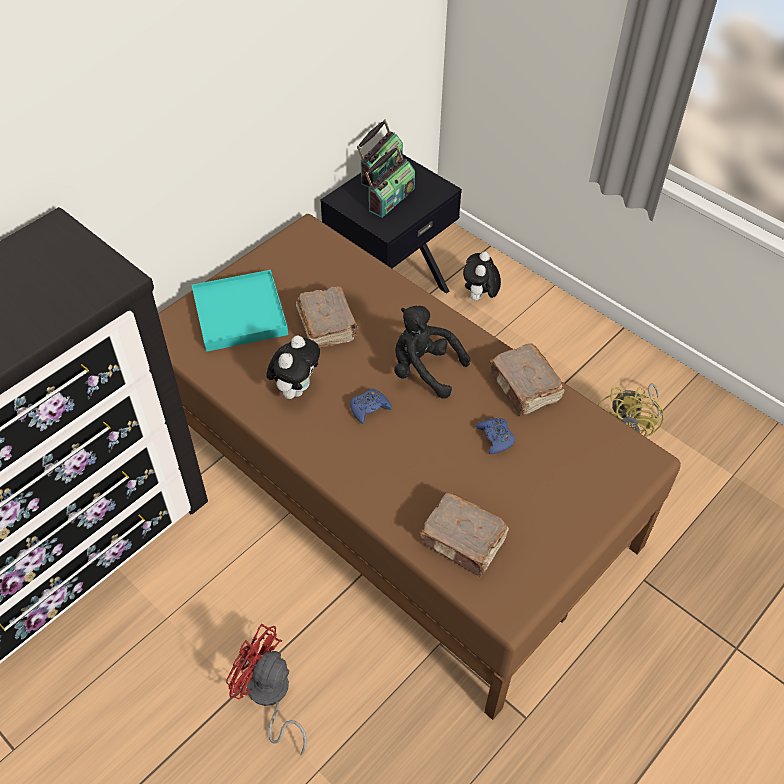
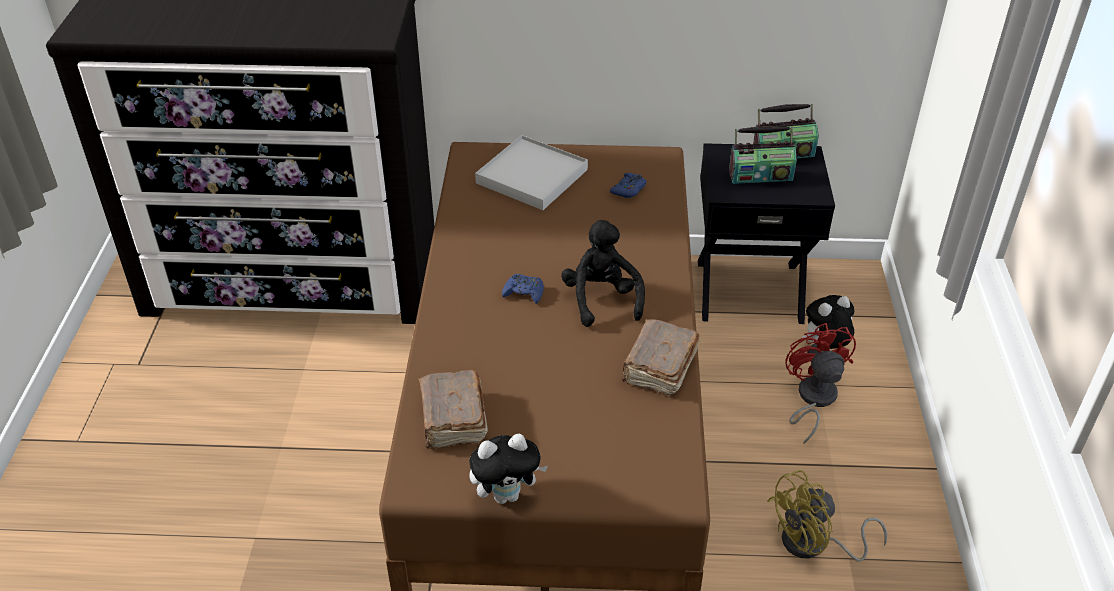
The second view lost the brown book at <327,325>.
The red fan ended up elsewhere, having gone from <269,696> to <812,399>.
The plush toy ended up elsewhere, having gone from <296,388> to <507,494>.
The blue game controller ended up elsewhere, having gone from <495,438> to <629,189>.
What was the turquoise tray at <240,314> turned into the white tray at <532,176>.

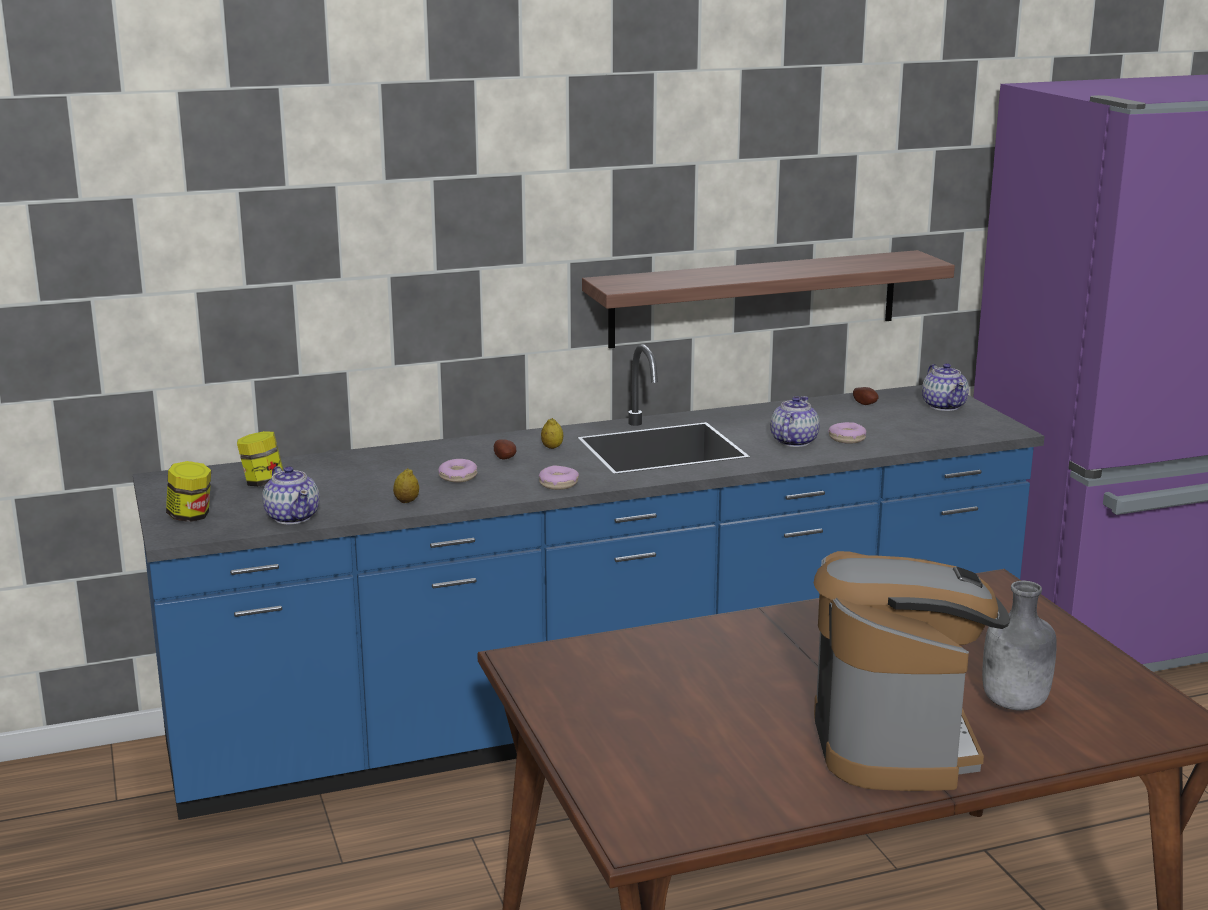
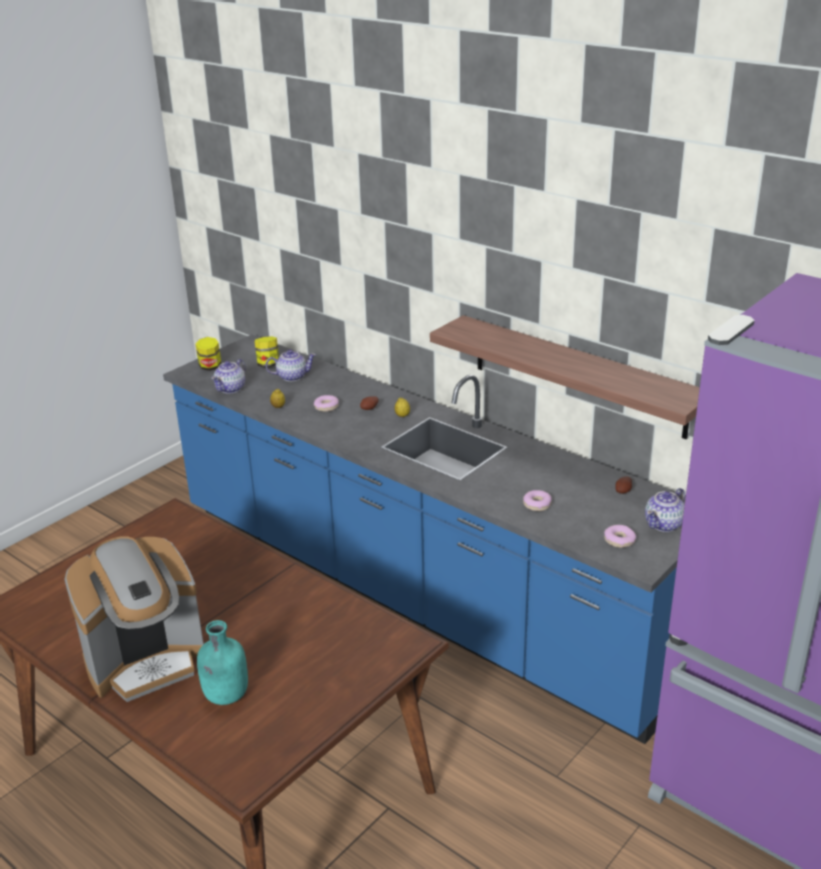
The donut ended up elsewhere, having gone from <559,484> to <619,540>.
The teapot ended up elsewhere, having gone from <793,441> to <291,376>.
What was the grey bottle at <1015,704> turned into the turquoise bottle at <225,696>.

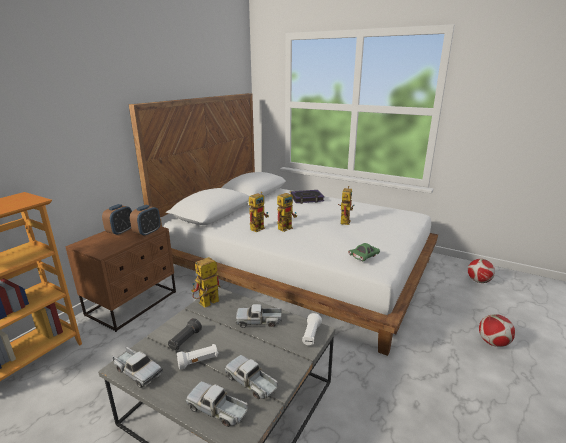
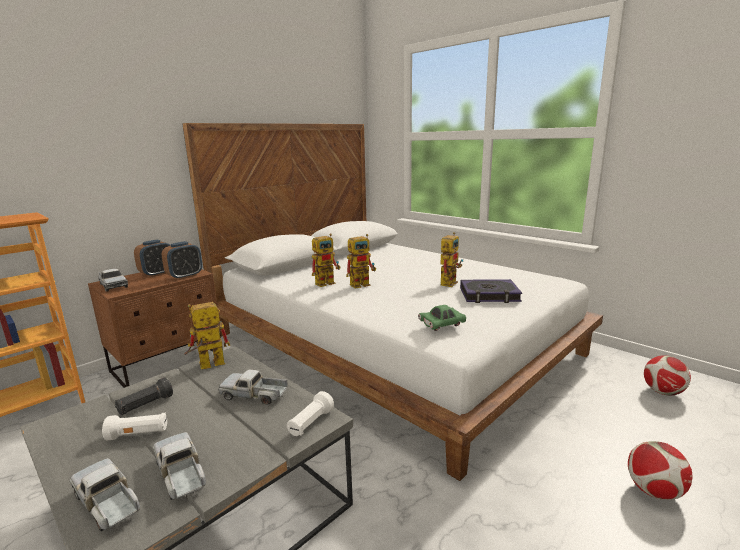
The toy truck ended up elsewhere, having gone from <137,371> to <113,285>.
The book ended up elsewhere, having gone from <307,199> to <489,295>.

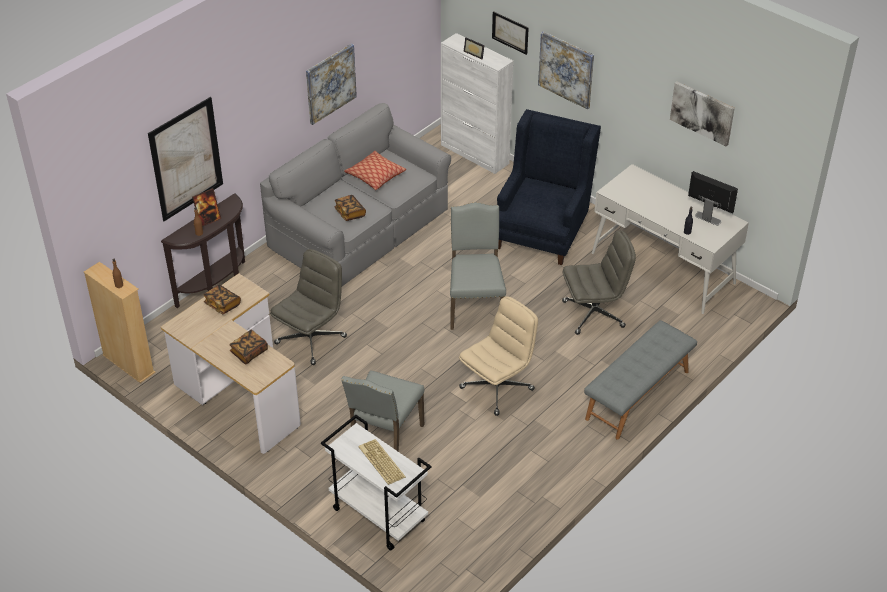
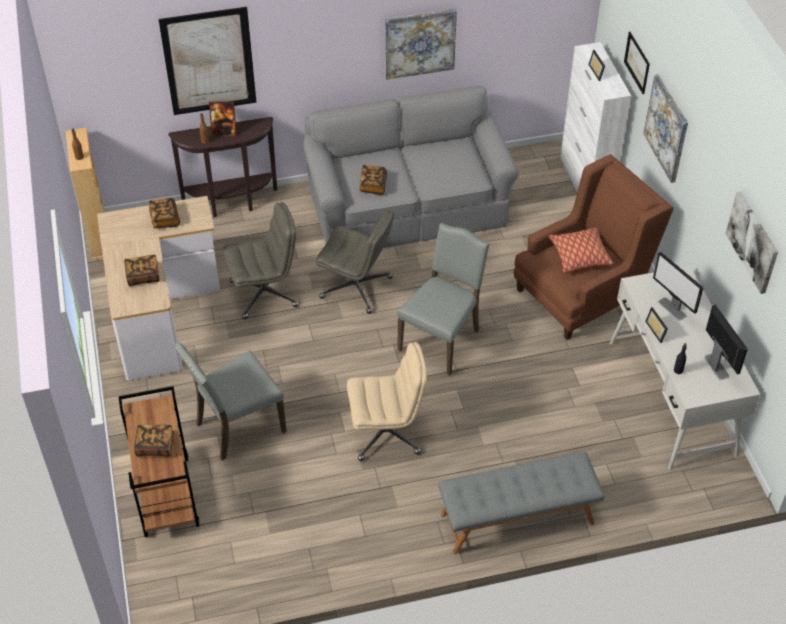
The second view gained the picture frame at <657,330>.
The second view gained the monitor at <672,309>.
The pillow ended up elsewhere, having gone from <375,176> to <579,256>.
The grey office chair ended up elsewhere, having gone from <594,314> to <357,288>.
Where the keyboard stood at <380,462>, the book came to stand at <155,446>.
What was the white cart at <377,515> turned into the brown cart at <166,495>.
What was the blue armchair at <542,229> turned into the brown armchair at <582,293>.

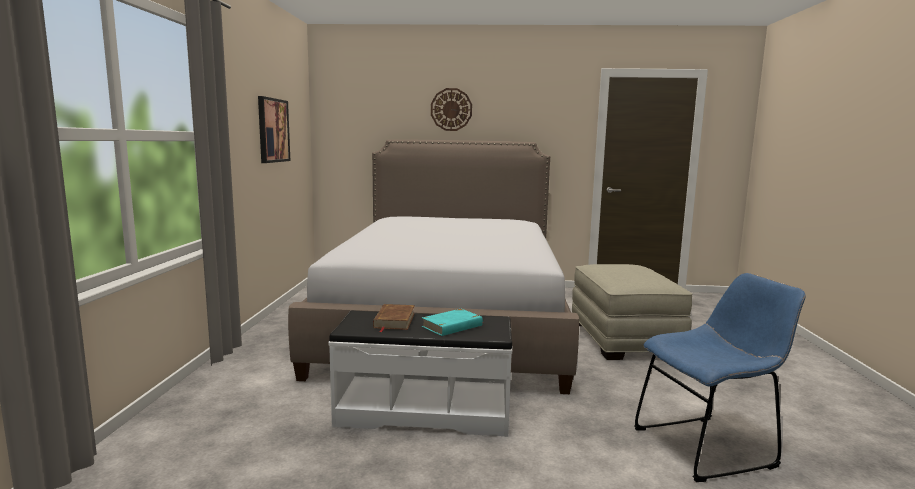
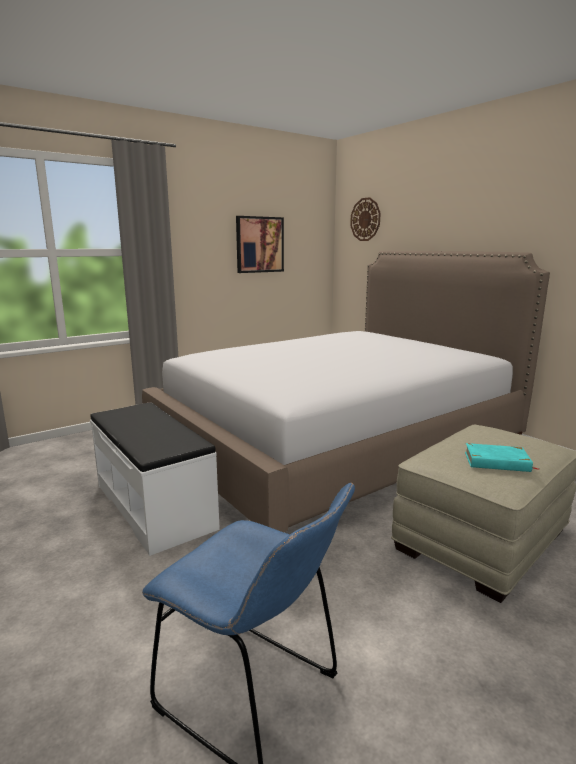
The second view lost the brown book at <394,321>.
The turquoise book ended up elsewhere, having gone from <452,326> to <497,462>.
The wall clock ended up elsewhere, having gone from <451,109> to <365,219>.

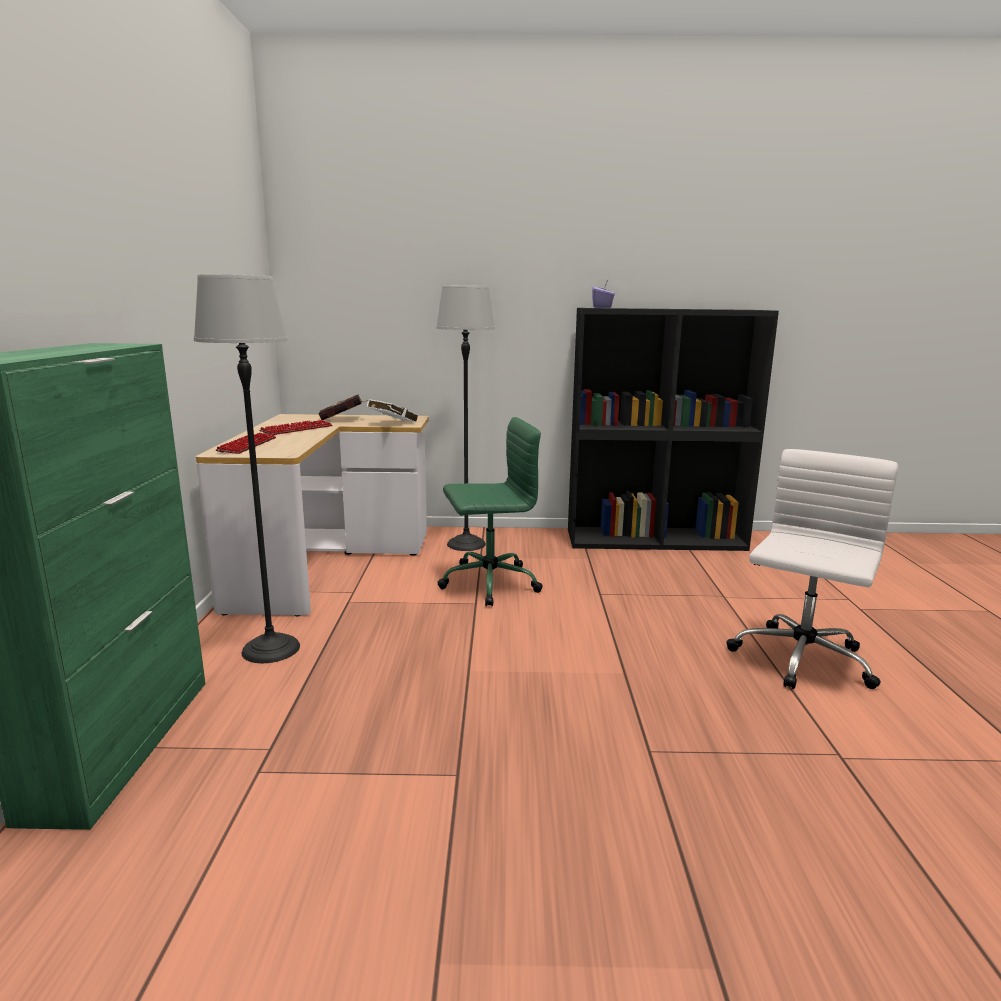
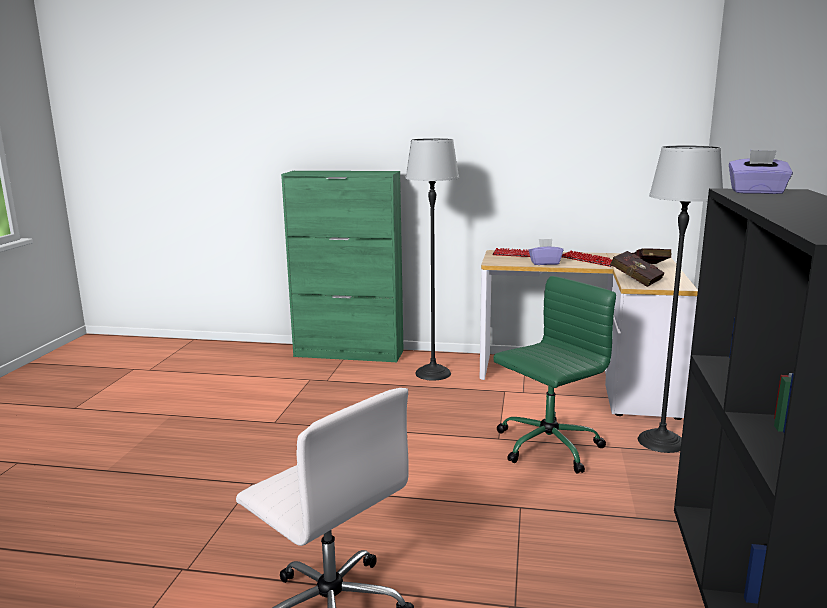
The second view gained the purple tissue box at <545,263>.
What was the white book at <391,423> turned into the red book at <634,280>.
The green office chair at <488,583> ended up facing another way, 120 degrees counterclockwise from before.

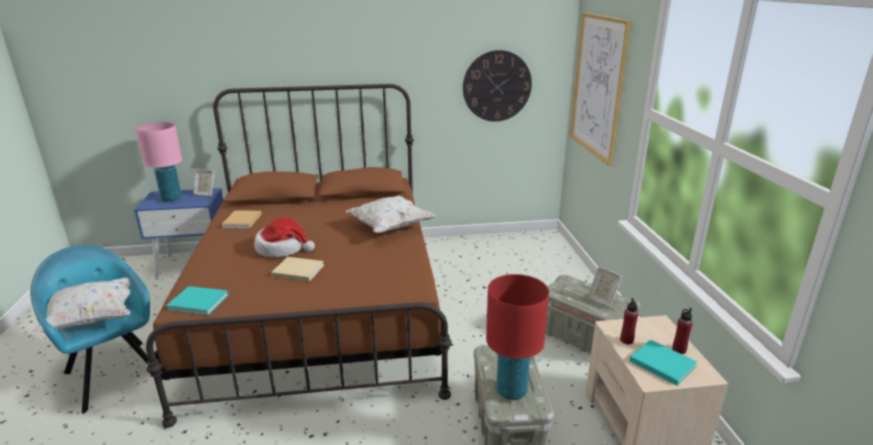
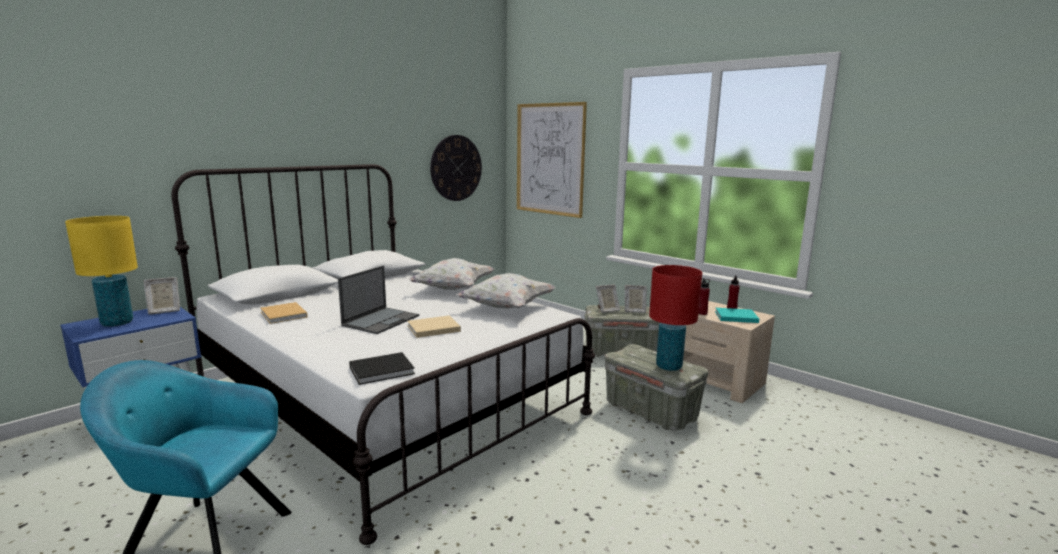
The second view gained the picture frame at <607,310>.
The white pillow ended up elsewhere, having gone from <92,318> to <507,307>.
Where the hat stood at <282,248>, the laptop came to stand at <381,320>.
What was the pink table lamp at <171,198> turned into the yellow table lamp at <117,323>.
What was the brown bed at <321,309> turned into the white bed at <387,400>.
What was the turquoise book at <200,302> turned into the black book at <383,370>.

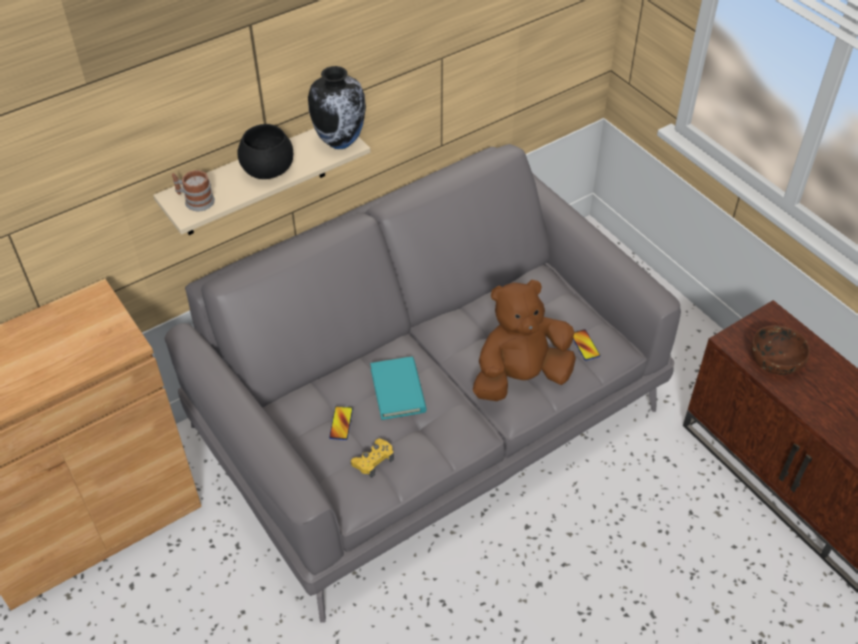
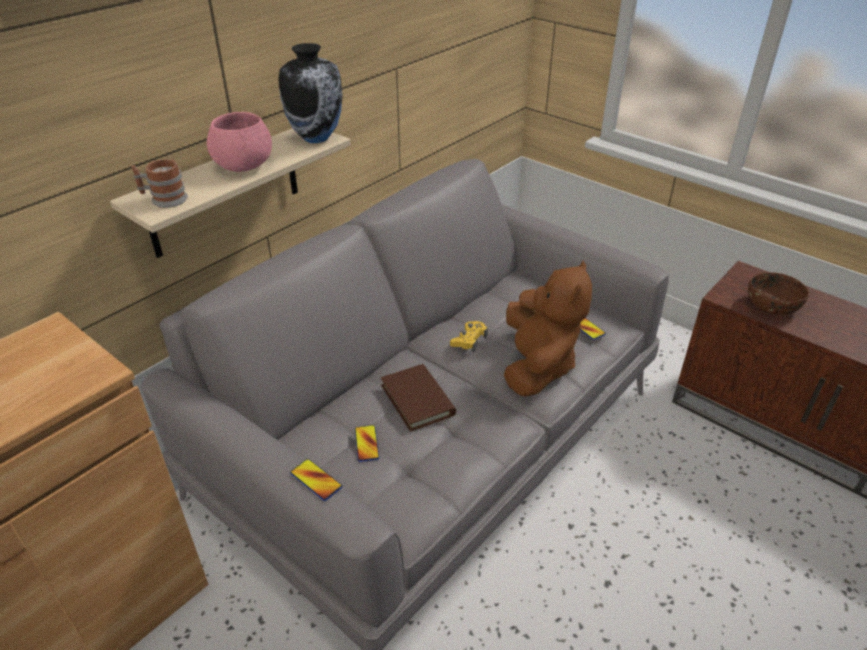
The second view gained the phone at <316,480>.
The yellow game controller ended up elsewhere, having gone from <373,460> to <469,340>.
What was the black bowl at <269,170> turned into the pink bowl at <244,166>.
What was the turquoise book at <398,390> turned into the brown book at <417,400>.
The brown plush toy at <520,377> ended up facing another way, 135 degrees clockwise from before.

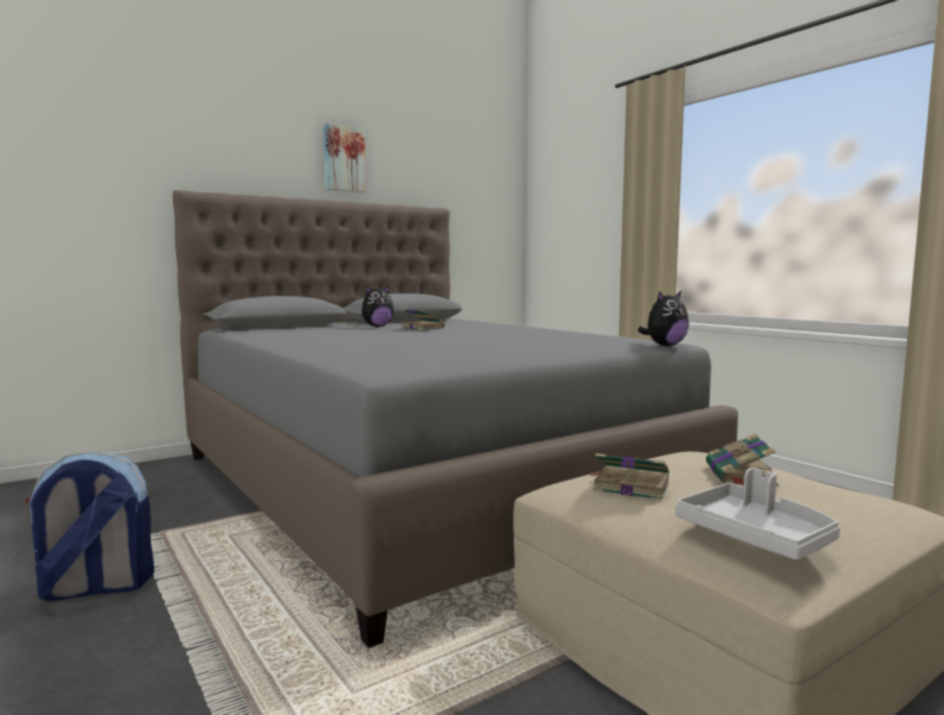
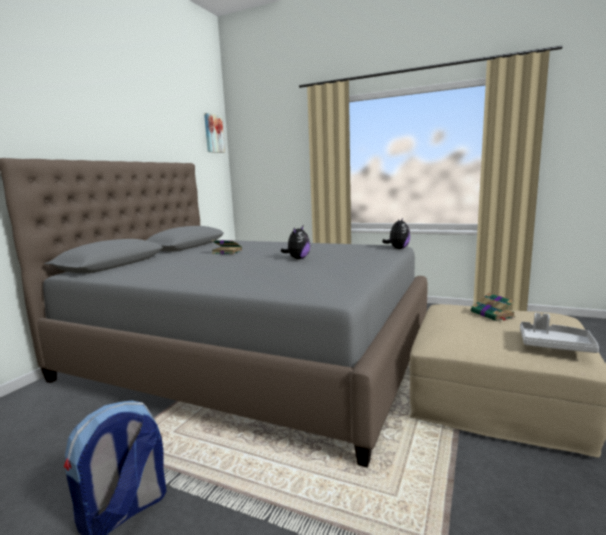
The second view lost the book at <629,486>.
The picture ended up elsewhere, having gone from <343,159> to <213,133>.
The plush toy ended up elsewhere, having gone from <377,326> to <298,259>.

